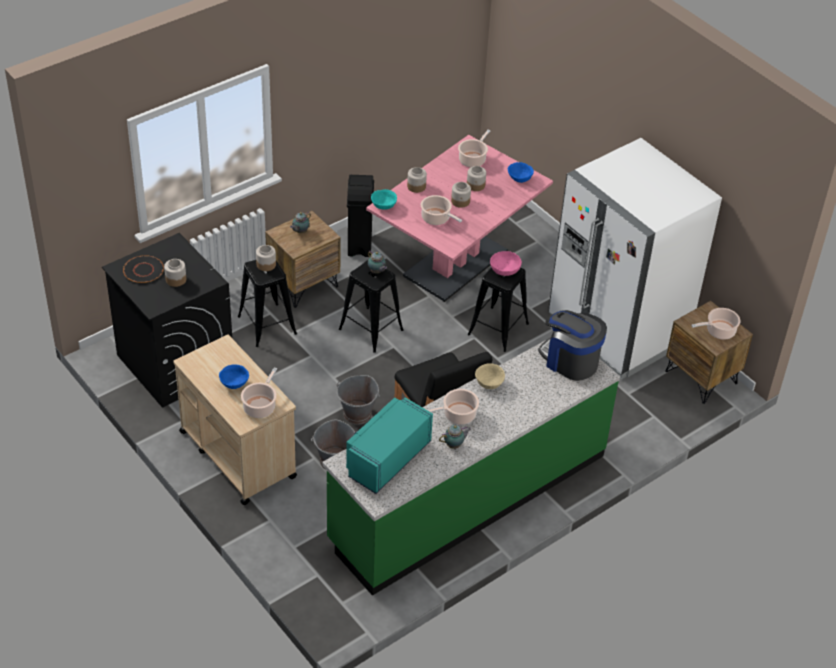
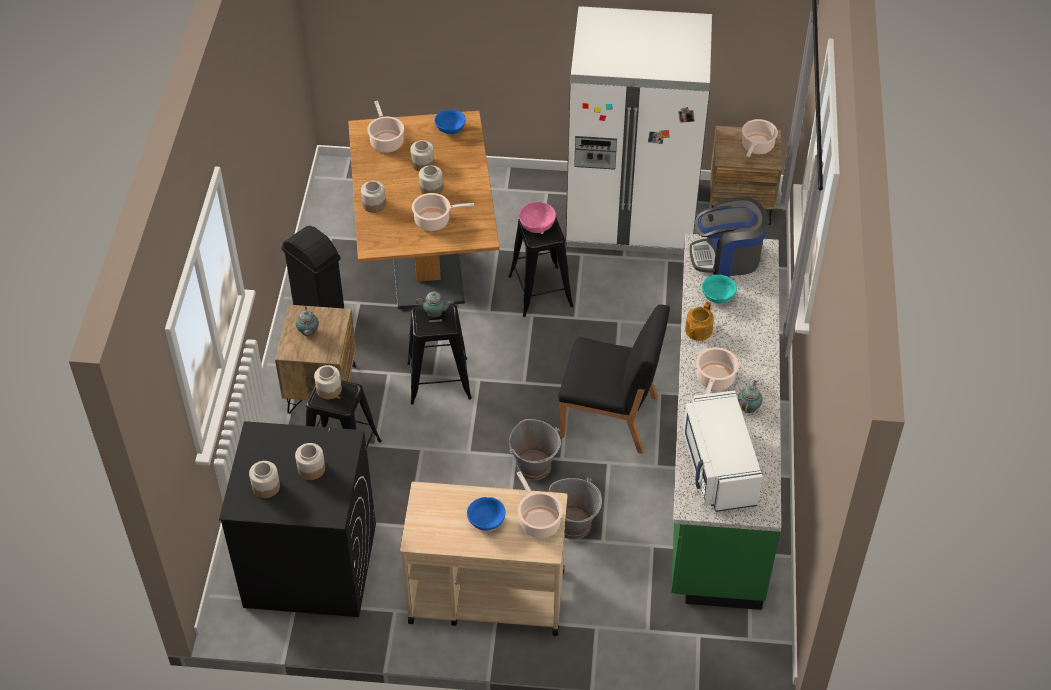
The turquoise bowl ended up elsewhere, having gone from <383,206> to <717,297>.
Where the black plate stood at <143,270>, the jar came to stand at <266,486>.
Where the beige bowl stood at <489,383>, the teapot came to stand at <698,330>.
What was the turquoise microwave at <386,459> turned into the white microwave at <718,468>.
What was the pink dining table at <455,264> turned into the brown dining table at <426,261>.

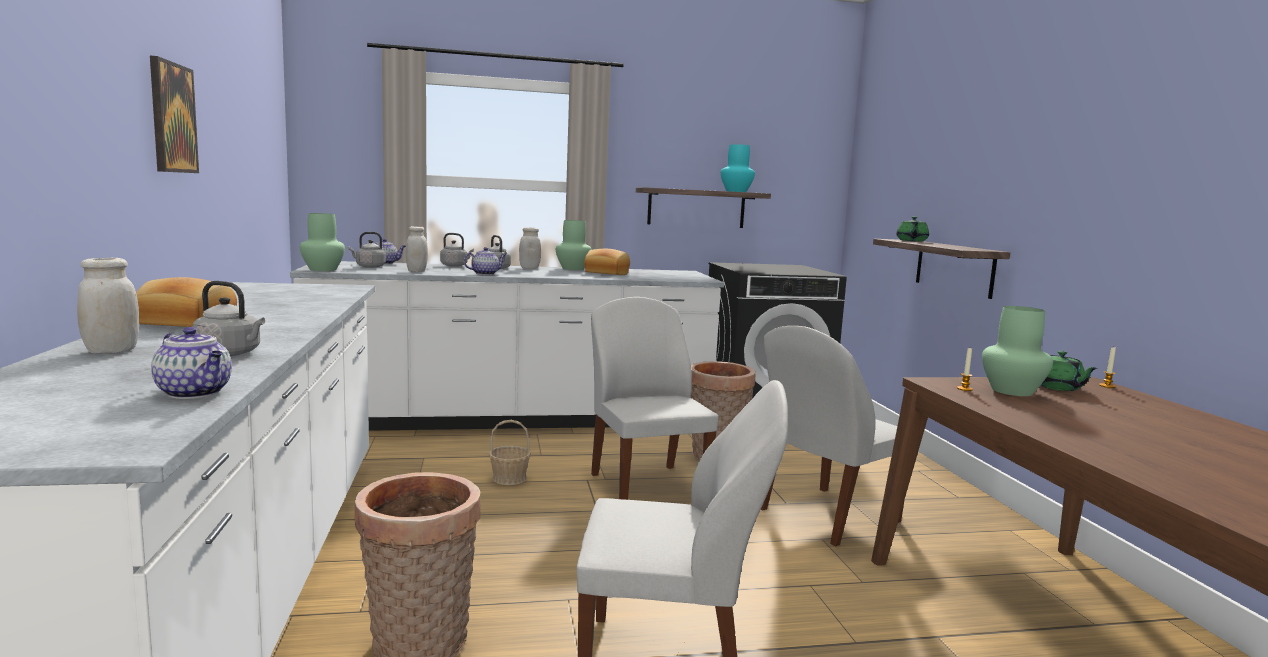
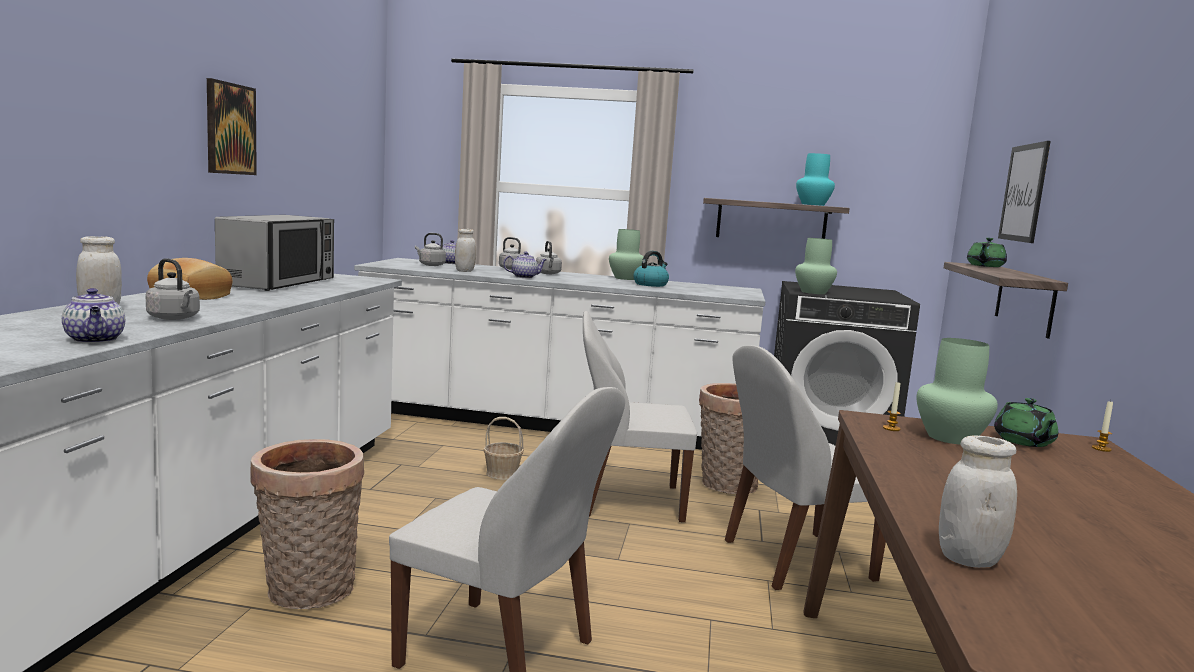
The second view gained the microwave at <279,282>.
The second view gained the picture at <1024,193>.
The green vase ended up elsewhere, having gone from <322,269> to <812,292>.
The white jar ended up elsewhere, having gone from <529,268> to <969,559>.
Where the bread stood at <606,273>, the kettle came to stand at <650,284>.
The white chair at <647,486> ended up facing another way, 90 degrees counterclockwise from before.

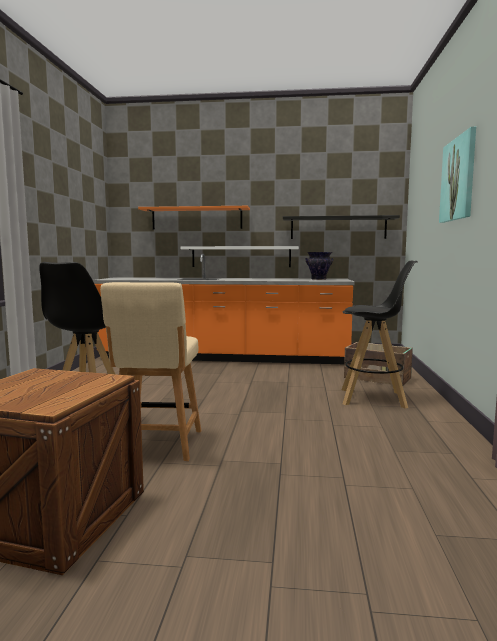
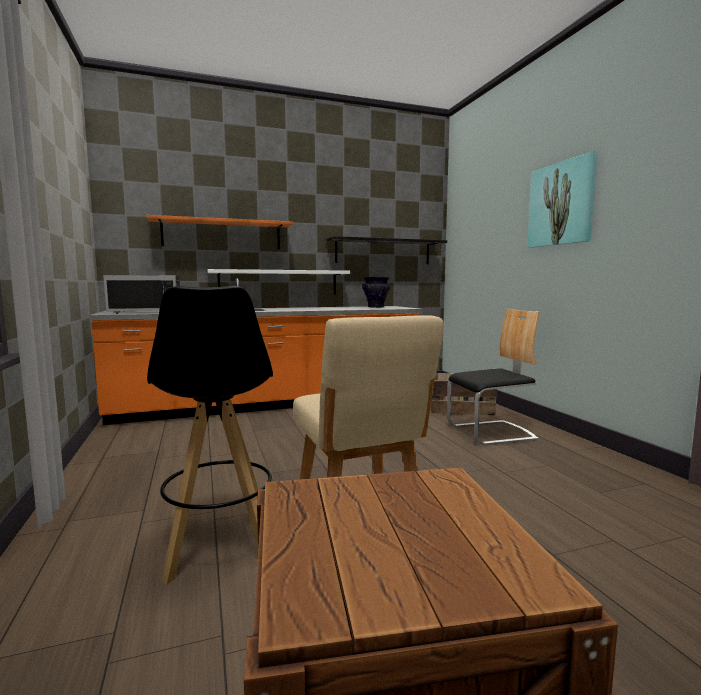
The second view gained the black microwave at <147,311>.
Where the black stool stood at <374,398>, the chair came to stand at <491,433>.

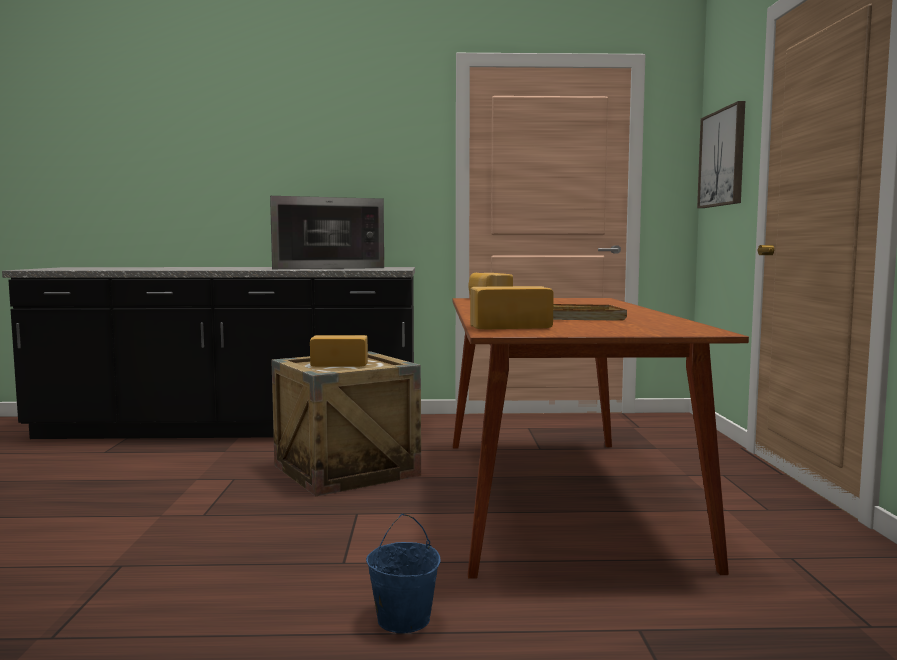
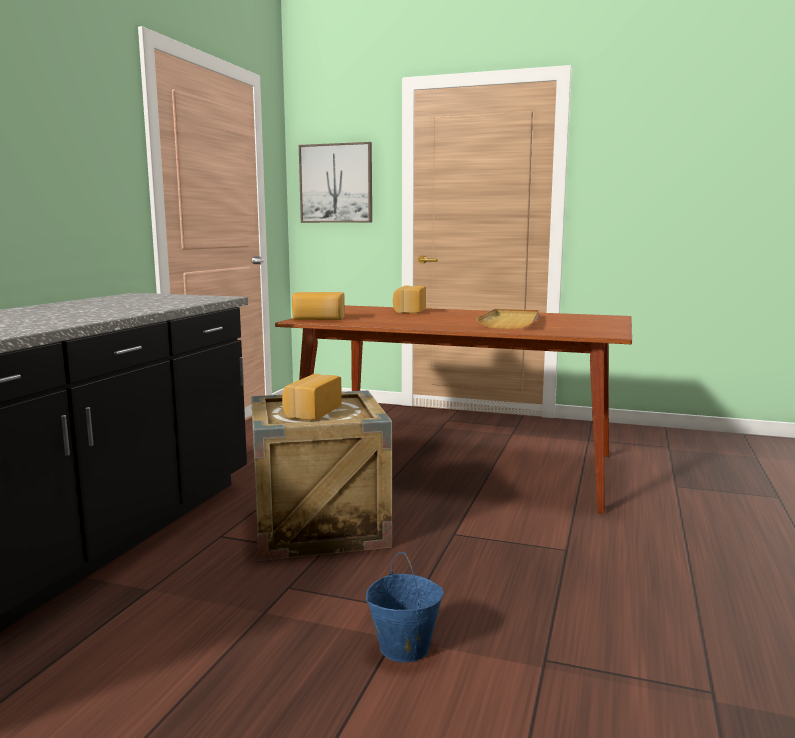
The second view lost the microwave at <323,268>.
The blue bucket ended up elsewhere, having gone from <403,619> to <403,647>.
The bread ended up elsewhere, having gone from <509,327> to <409,310>.

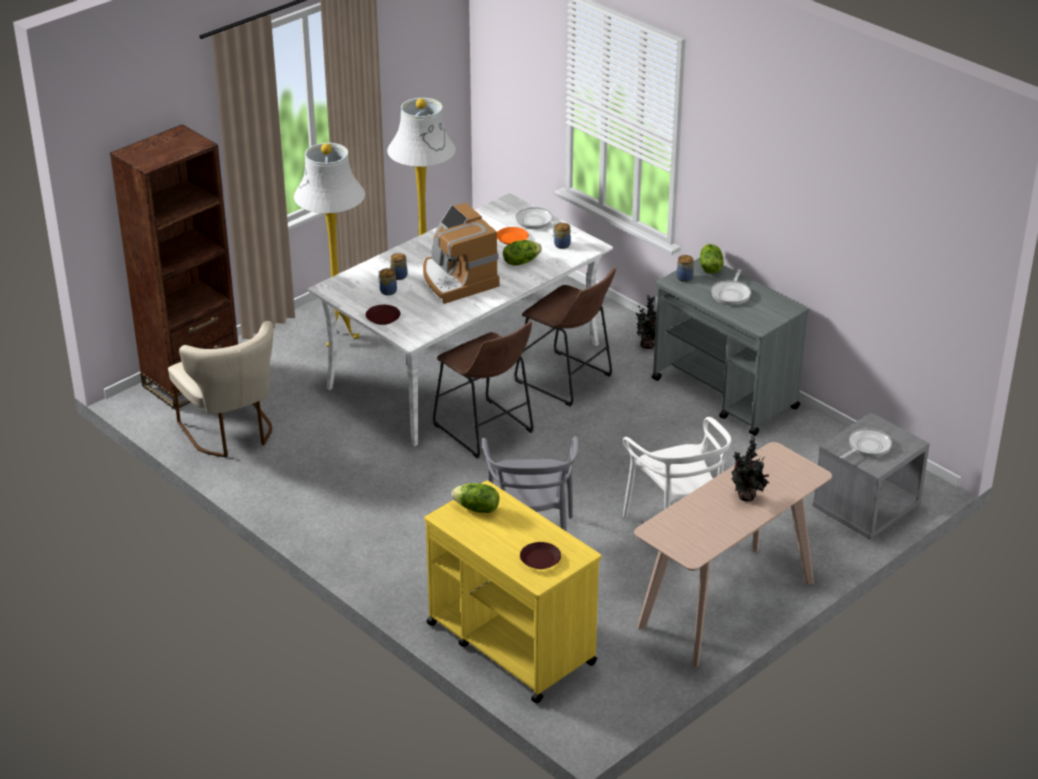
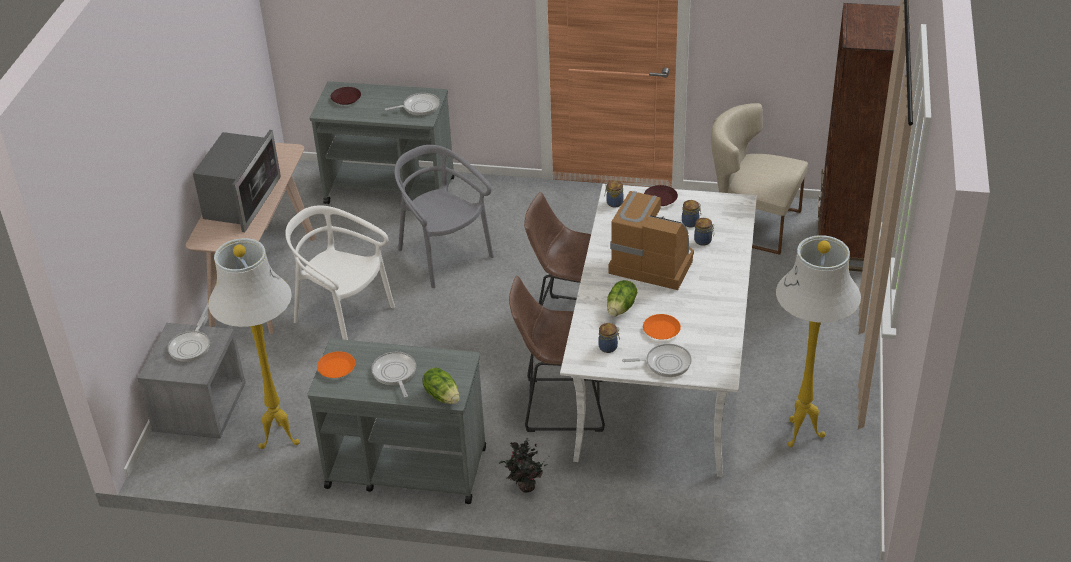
The second view gained the orange plate at <337,368>.
The white floor lamp ended up elsewhere, having gone from <339,339> to <278,438>.
The jar ended up elsewhere, having gone from <685,278> to <614,203>.
Where the lettuce stood at <477,509>, the frying pan came to stand at <419,107>.
Where the potted plant stood at <746,497>, the microwave came to stand at <241,200>.
What was the yellow cart at <510,642> turned into the grey cart at <391,191>.

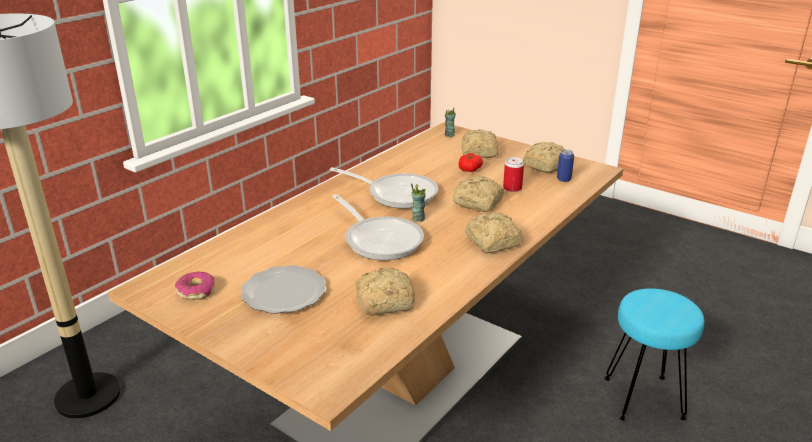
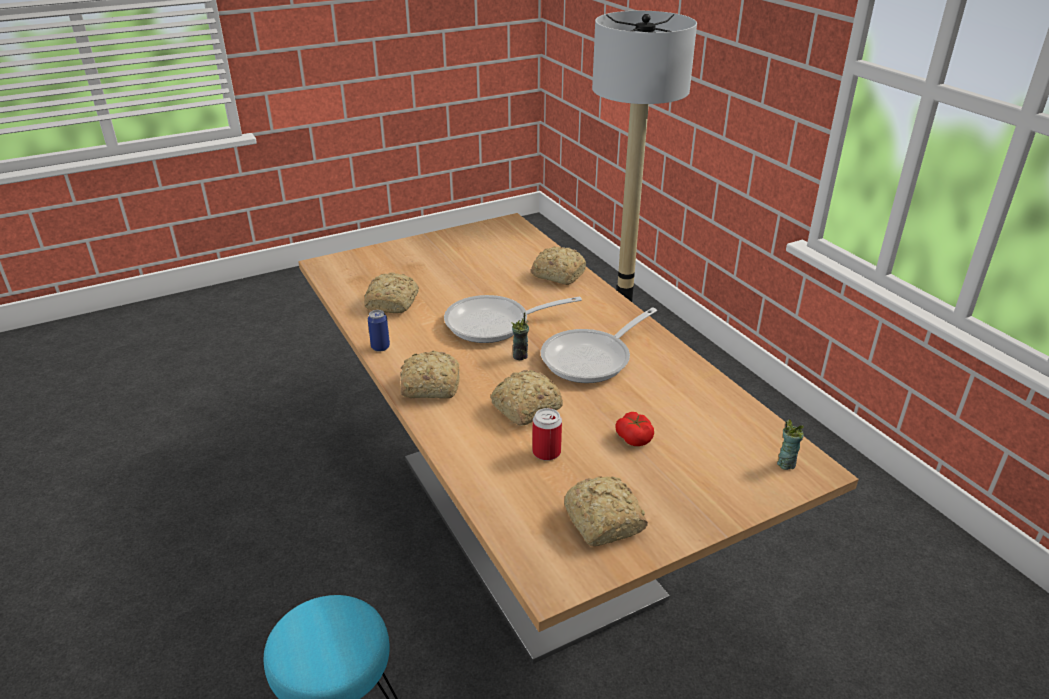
The second view lost the donut at <196,291>.
The second view lost the plate at <284,293>.
The bread ended up elsewhere, having gone from <478,153> to <557,274>.
The can ended up elsewhere, having gone from <563,179> to <380,347>.

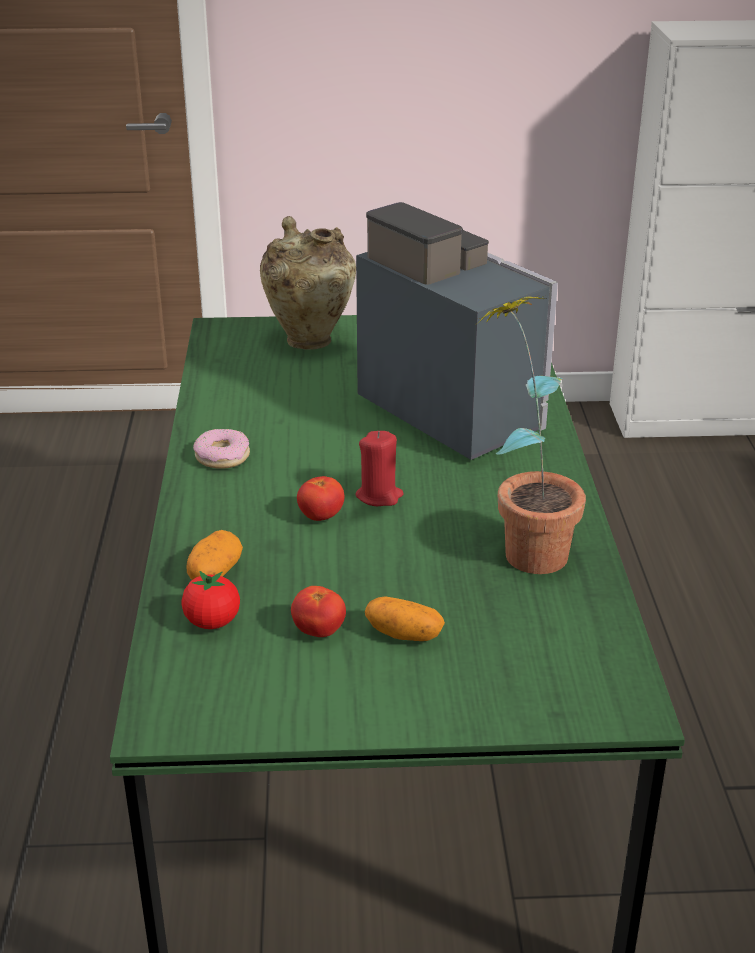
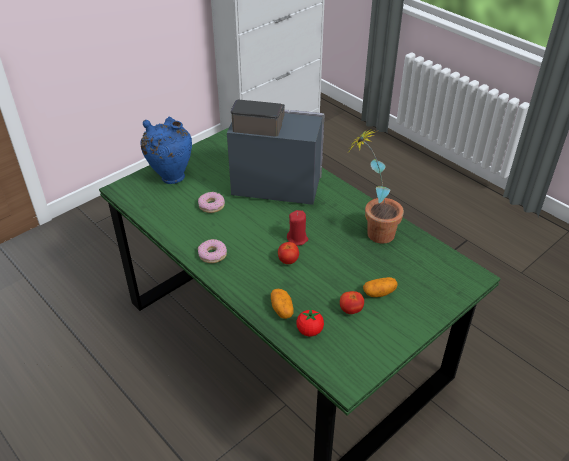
The second view gained the donut at <211,205>.
What was the beige vase at <309,340> turned into the blue vase at <171,176>.

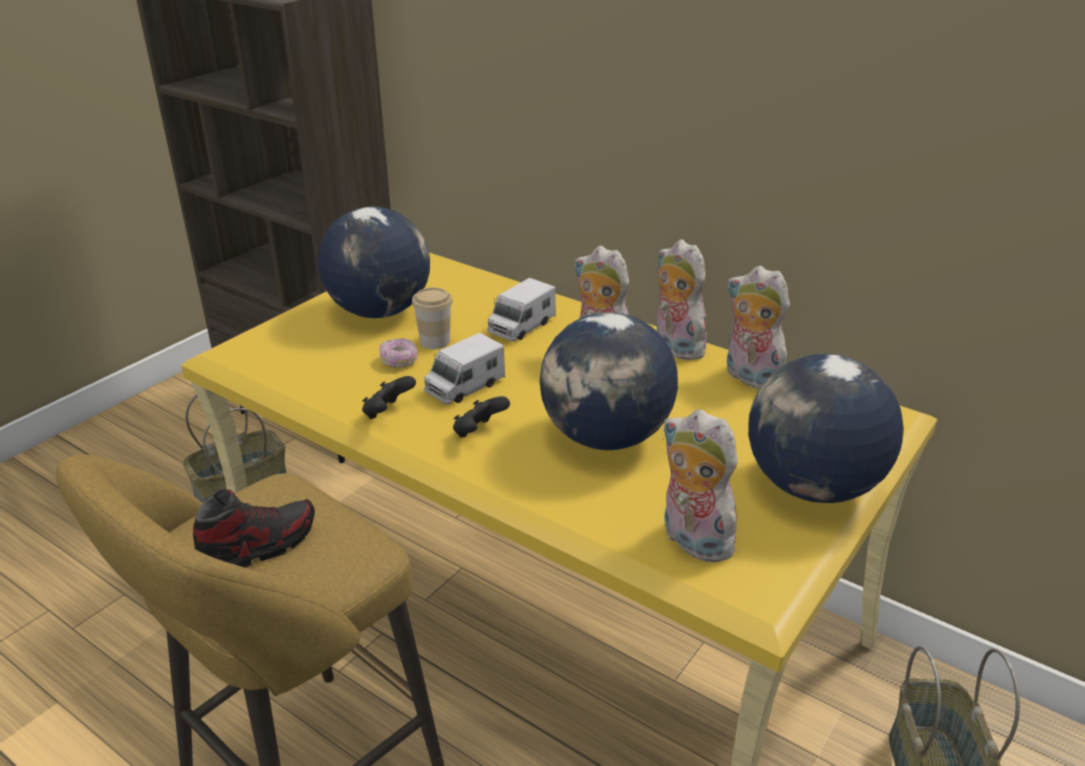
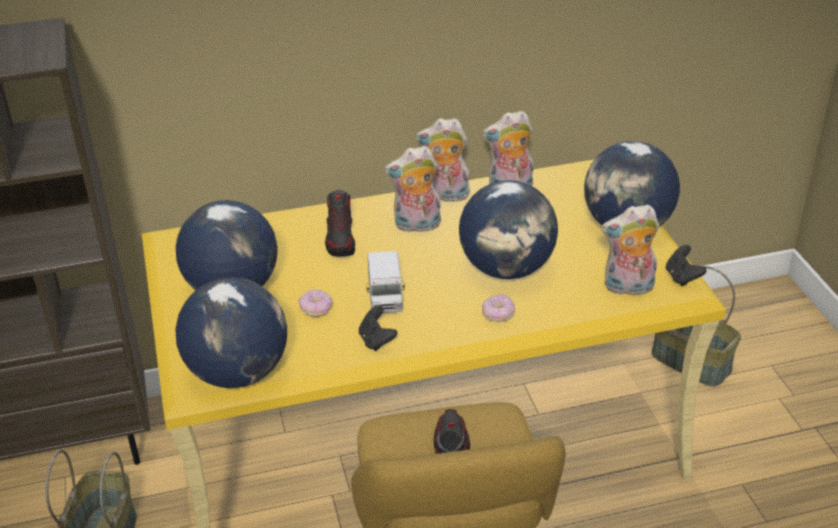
The second view lost the cup at <435,341>.
The second view gained the globe at <237,372>.
The second view gained the donut at <498,315>.
The black game controller ended up elsewhere, having gone from <479,432> to <682,277>.
Where the toy truck stood at <521,326>, the shoe came to stand at <341,239>.

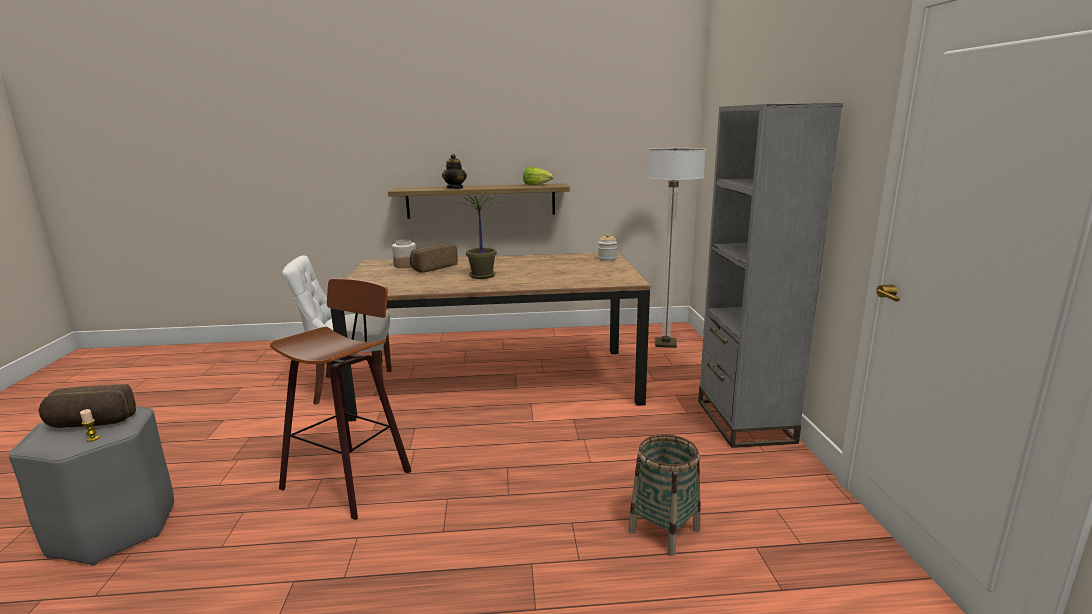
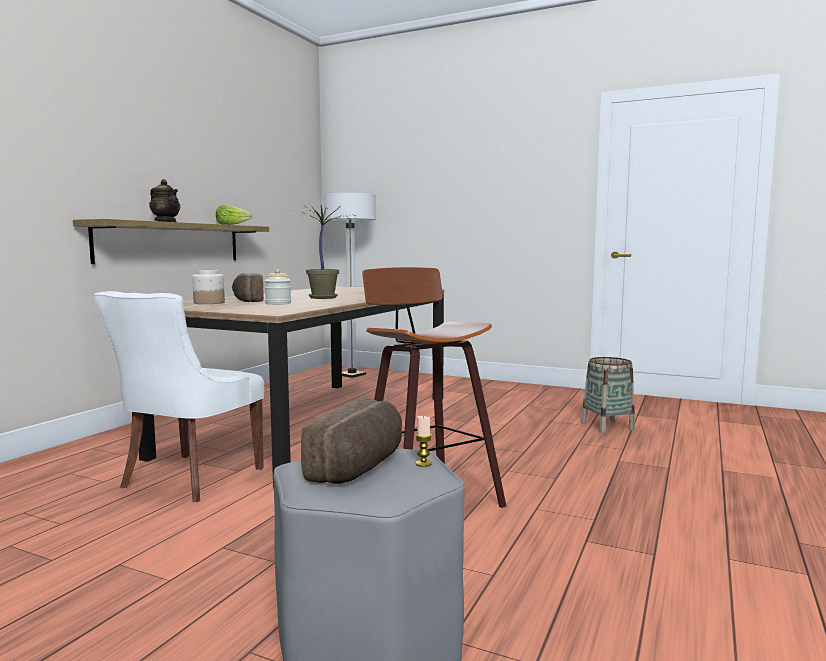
The second view lost the grey bookcase at <744,421>.
The jar ended up elsewhere, having gone from <607,259> to <278,303>.

